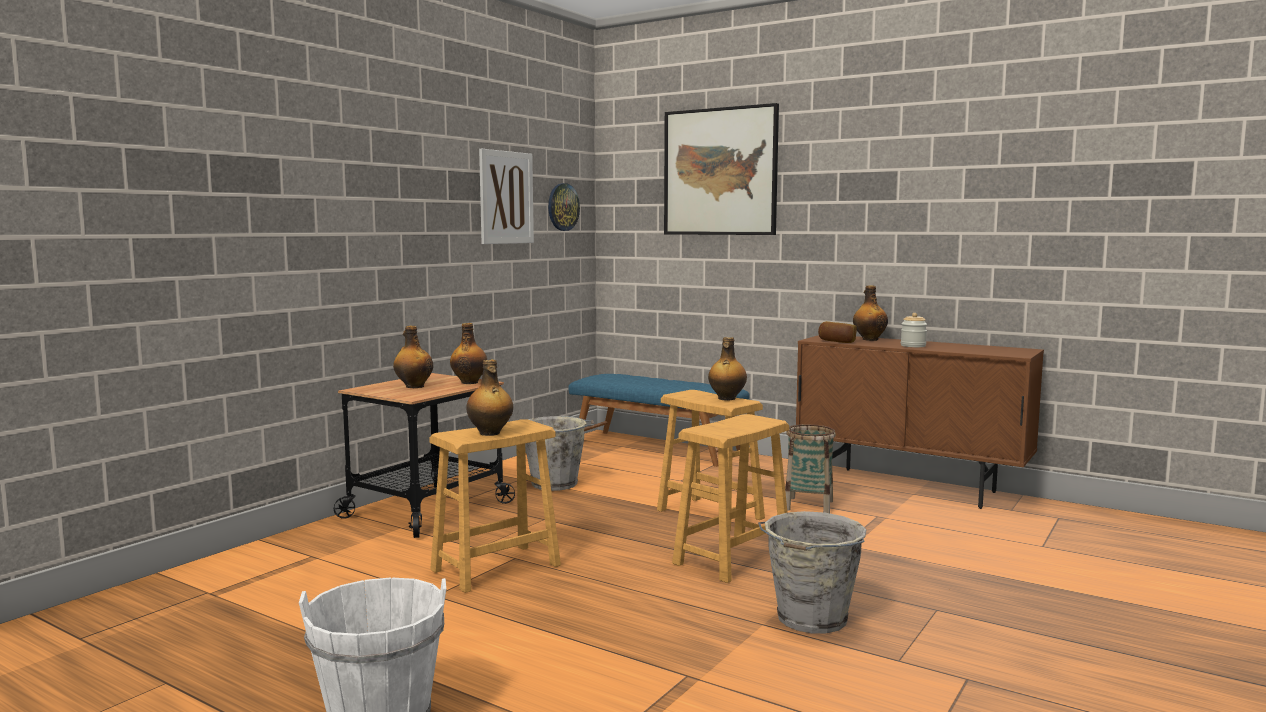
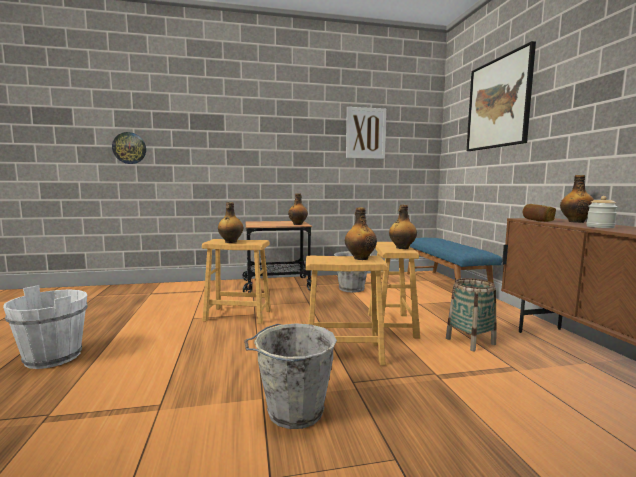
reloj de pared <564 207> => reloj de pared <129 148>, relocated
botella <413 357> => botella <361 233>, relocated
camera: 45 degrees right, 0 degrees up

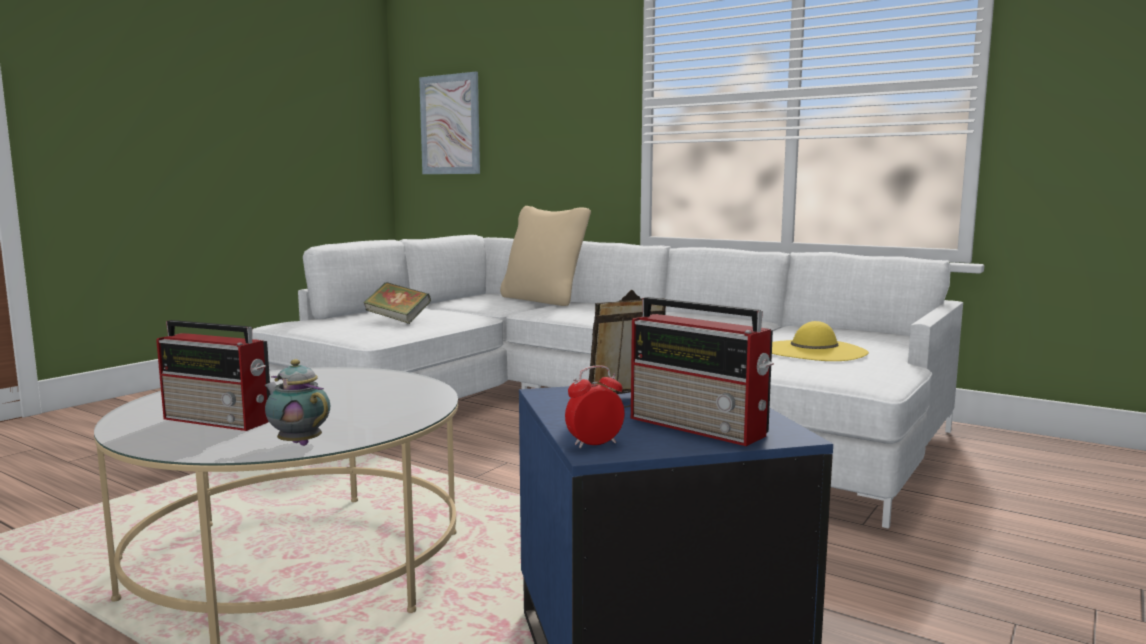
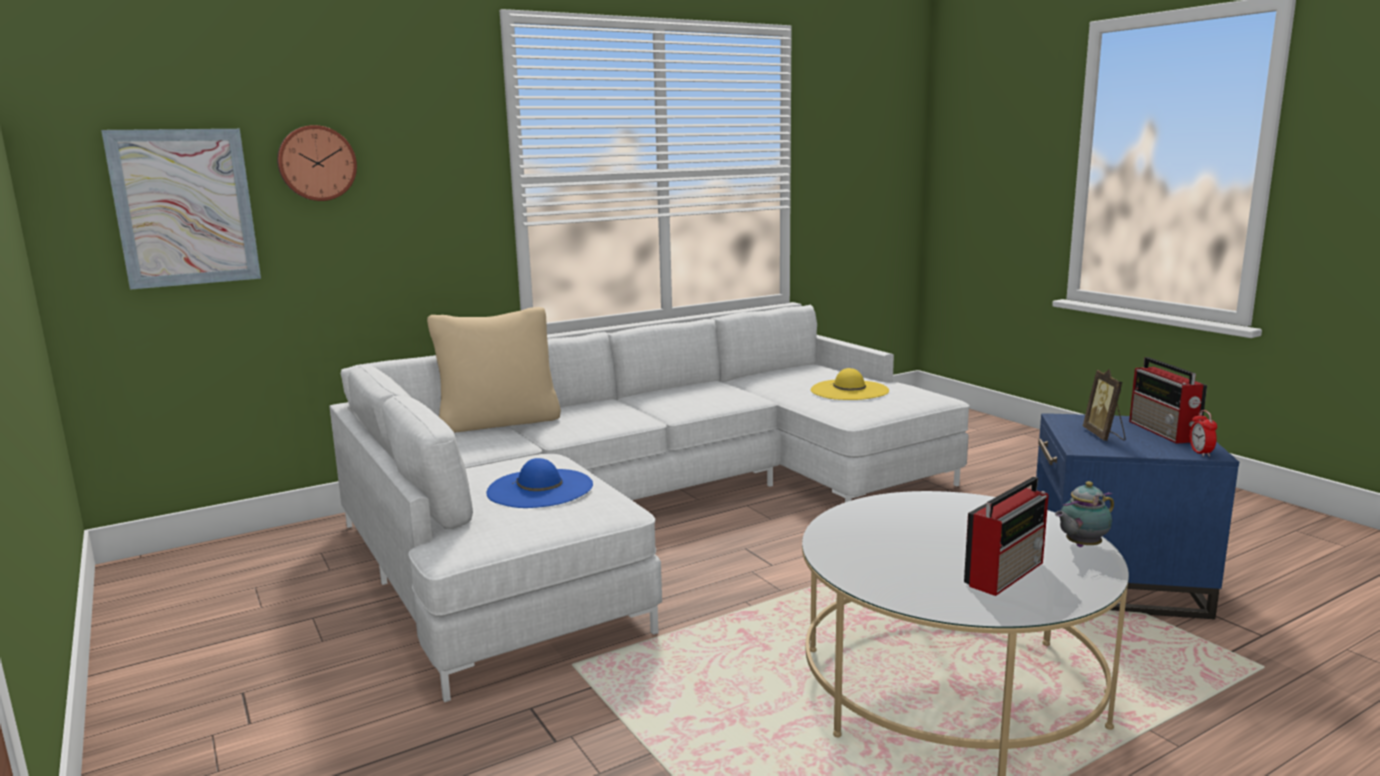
nothing => reloj de pared <317 163>
libro <397 303> => sombrero [azul] <539 483>
radio <702 371> => radio <1168 400>, 105 degrees clockwise
camera: 65 degrees left, 5 degrees up

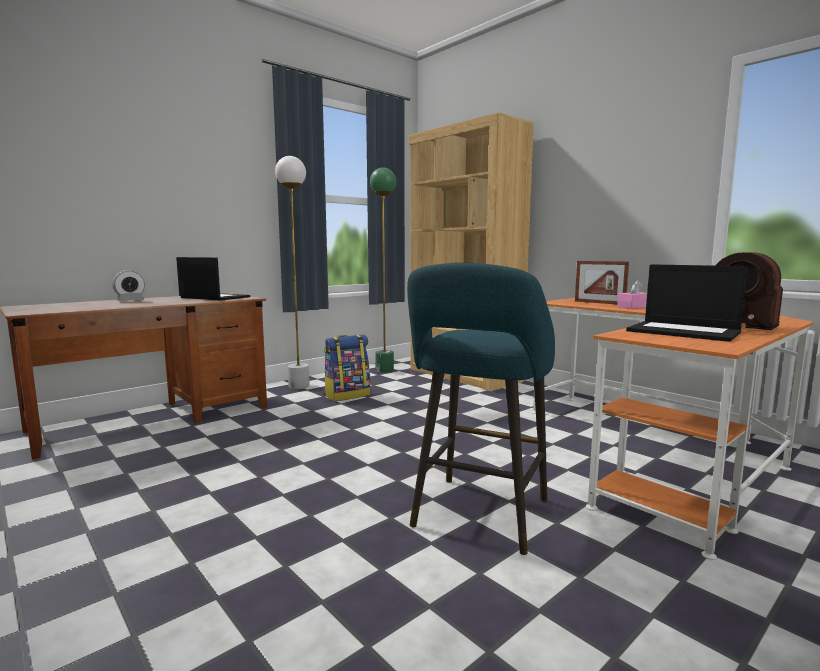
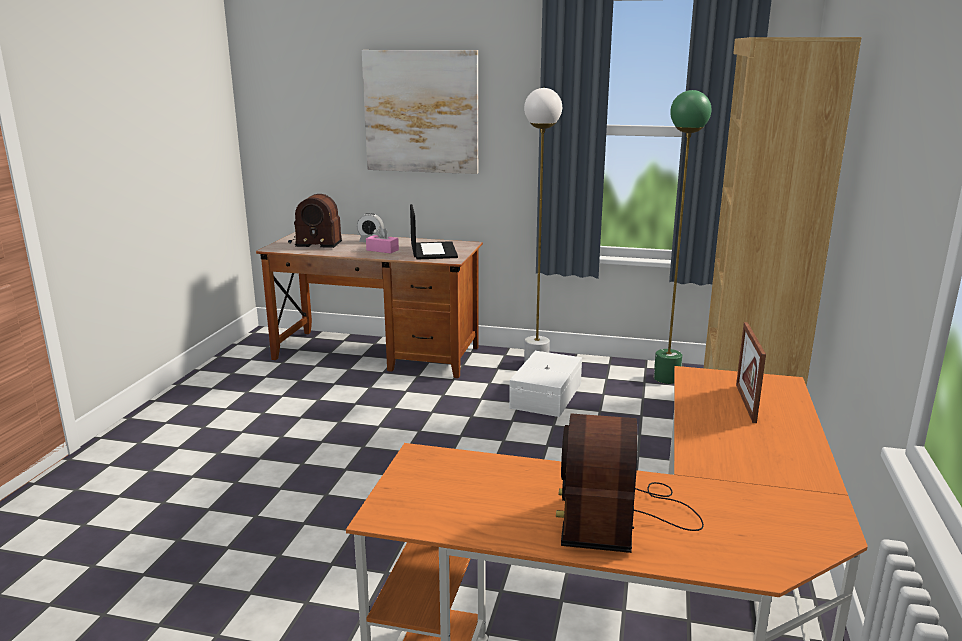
nothing => radio <315 221>
nothing => cuadro <420 112>
caja de pañuelos [rosa] <632 294> => caja de pañuelos [rosa] <382 239>, relocated
mochila <347 368> => caja de almacenaje [blanco] <545 384>
taburete [turquesa] <481 409> => nothing
portátil <687 303> => nothing
camera: 55 degrees right, 10 degrees up

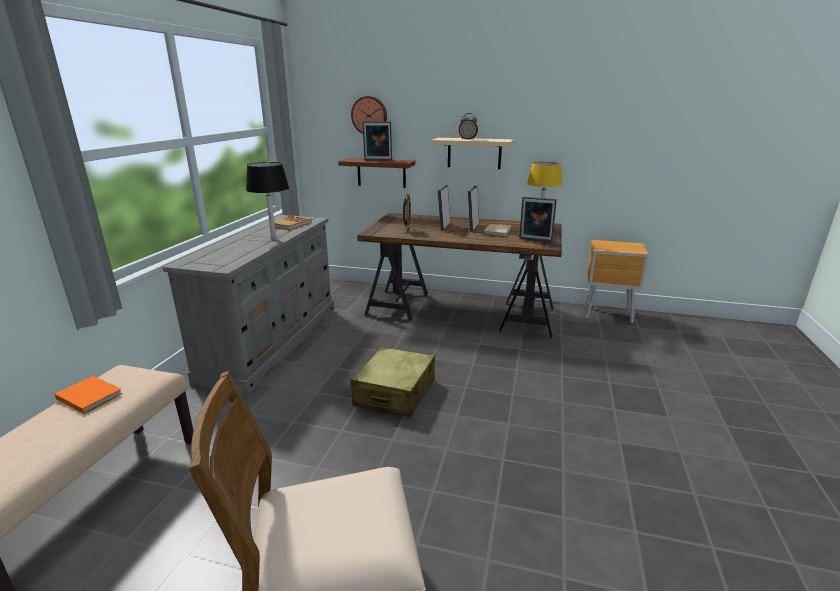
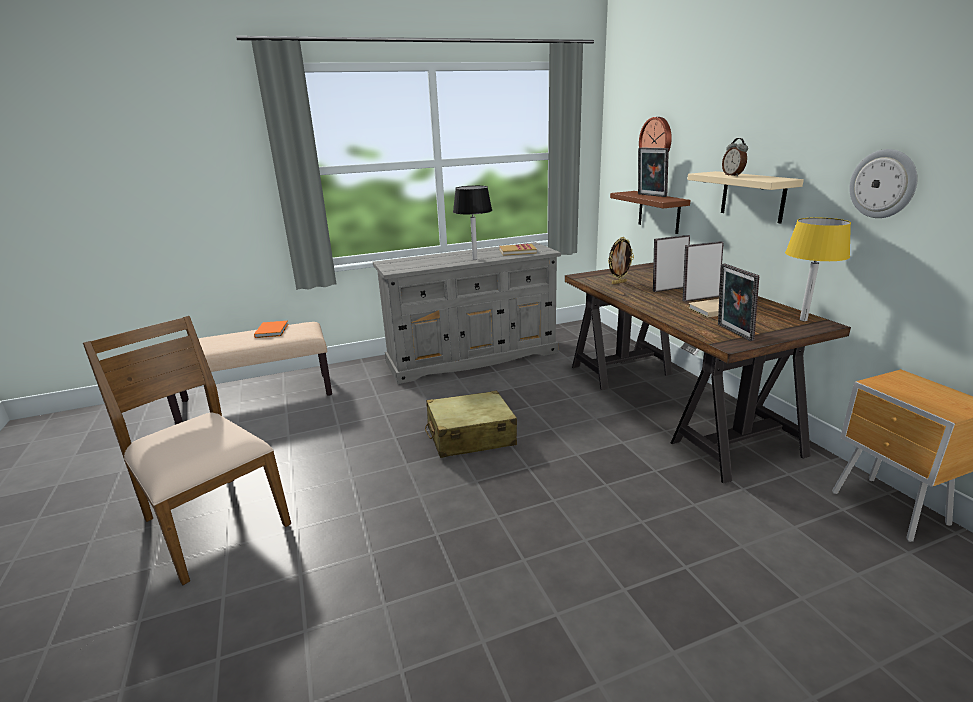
nothing => reloj de pared <883 183>
camera: 55 degrees right, 0 degrees up

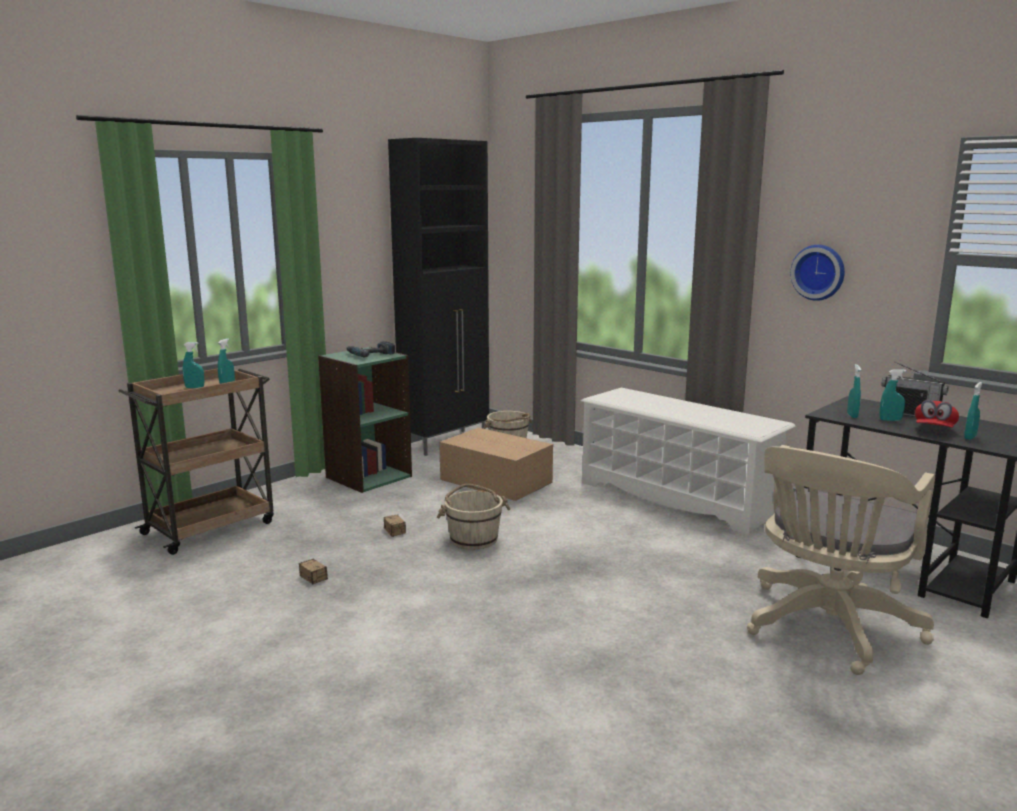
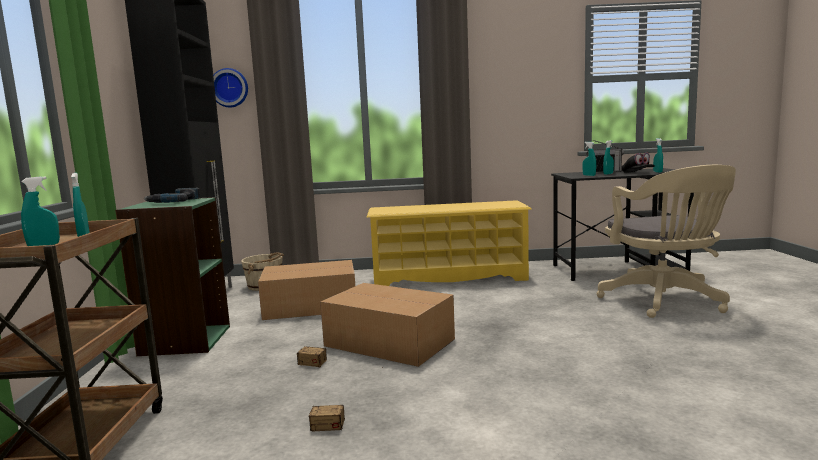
reloj de pared <817 273> => reloj de pared <230 87>, relocated
cubo [beis] <473 517> => caja de cartón <387 325>
zapatero [blanco] <688 462> => zapatero [amarillo] <449 243>
gorra [rojo] <937 414> => gorra [negro] <638 162>
camera: 45 degrees left, 5 degrees down

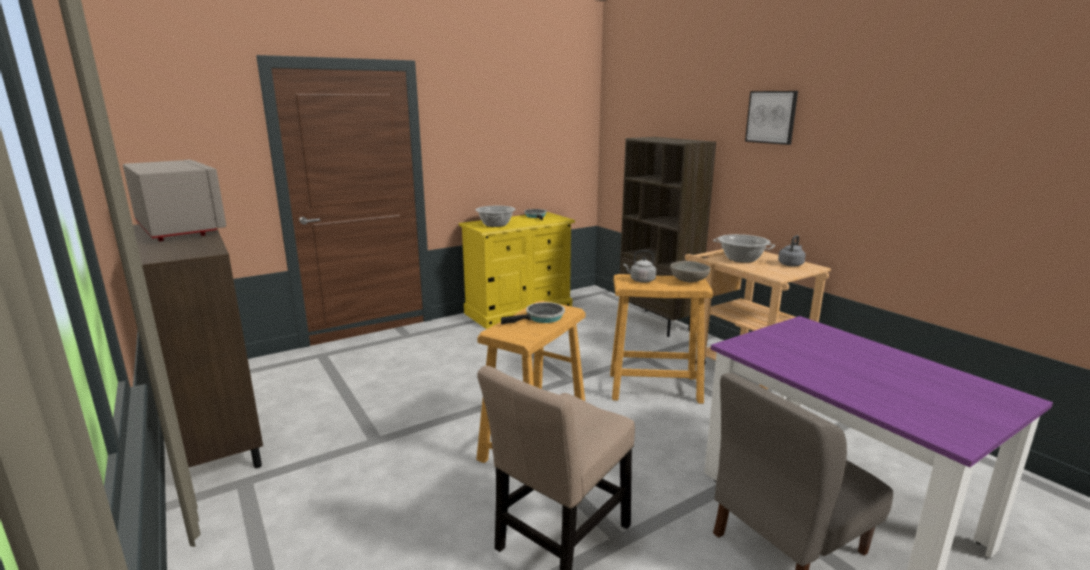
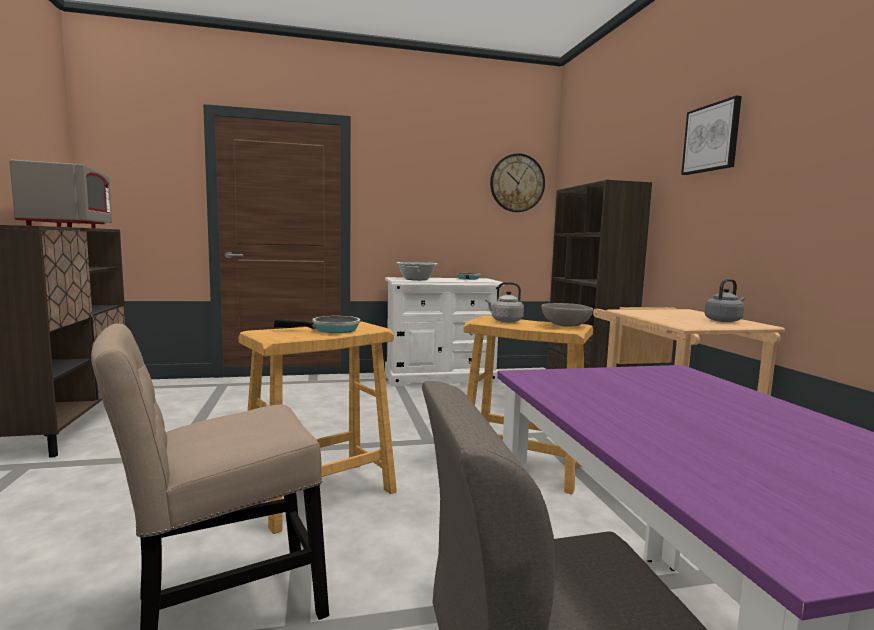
cómoda [amarillo] <517 270> => cómoda [blanco] <444 332>
nothing => reloj de pared <517 182>
olla <744 248> => nothing
camera: 20 degrees right, 10 degrees down

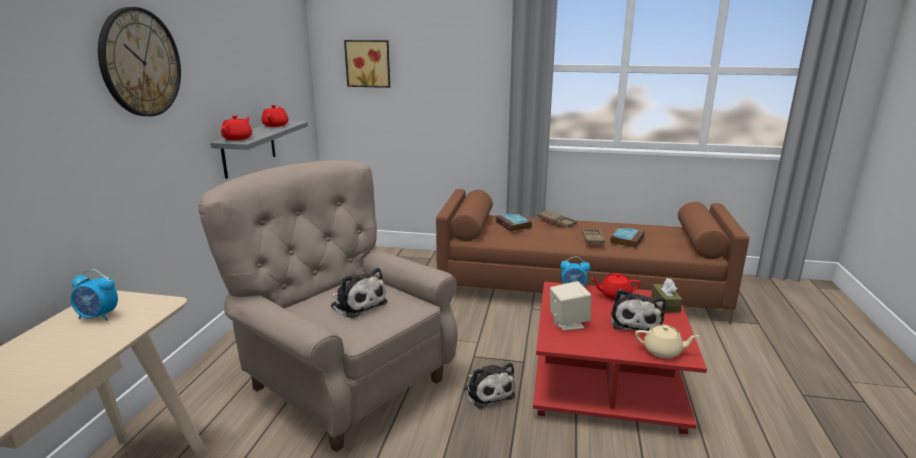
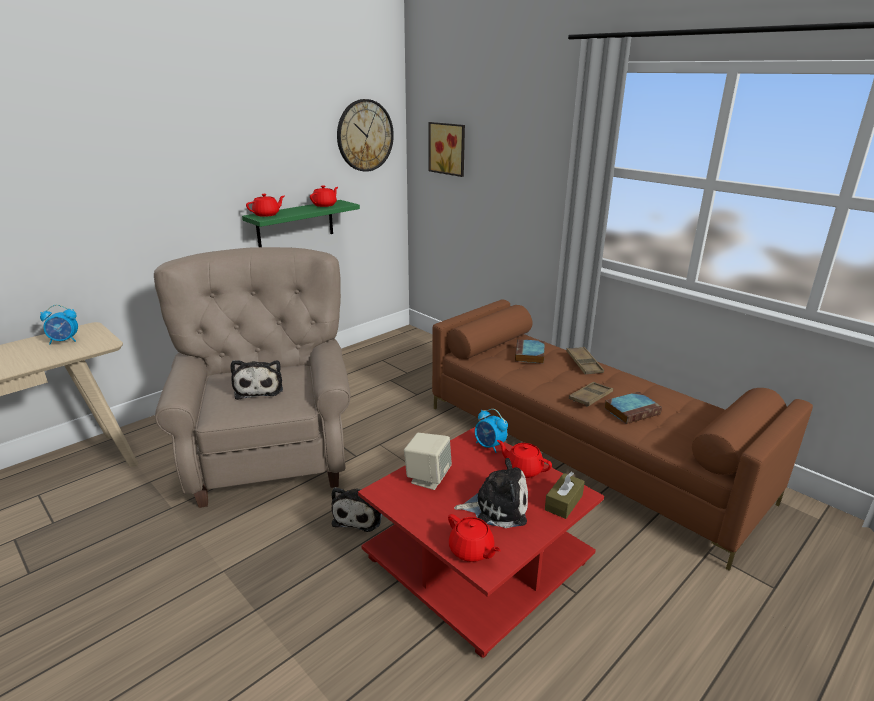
despertador <94 295> => despertador <59 324>, 60 degrees counterclockwise
estante [gris] <259 150> => estante [verde] <301 223>
reloj de pared <139 61> => reloj de pared <365 135>, relocated
tetera [beis] <667 341> => tetera [rojo] <474 538>
peluche <638 310> => peluche <491 493>, 135 degrees counterclockwise
camera: 35 degrees right, 5 degrees up

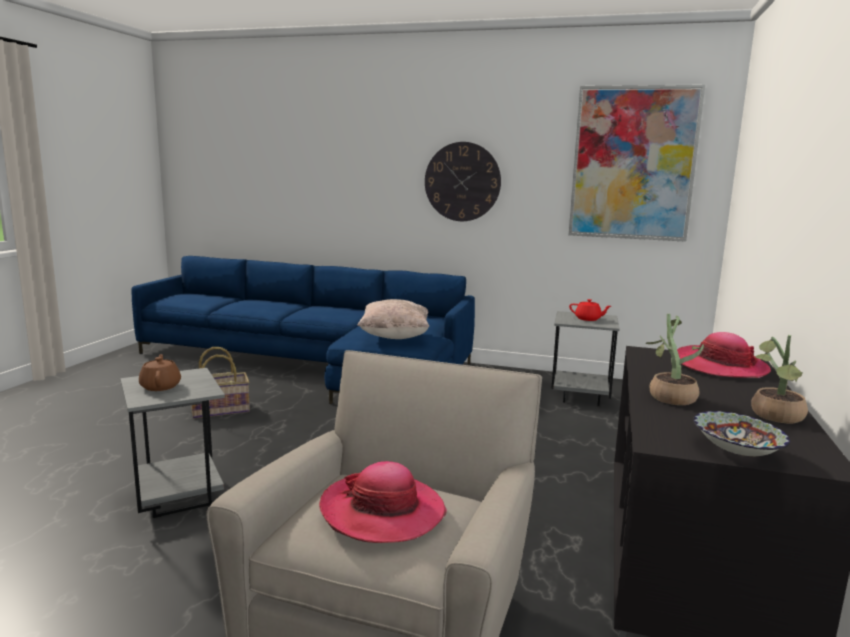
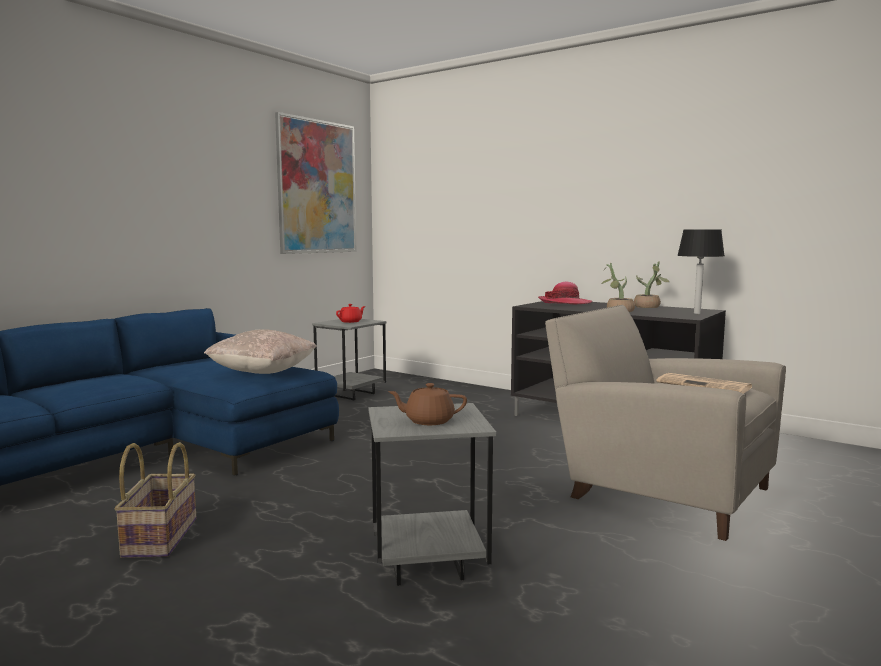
sombrero <383 502> => periódico <704 383>
cuenco <741 433> => lámpara de mesa <700 271>
reloj de pared <463 181> => nothing
camera: 70 degrees left, 5 degrees down

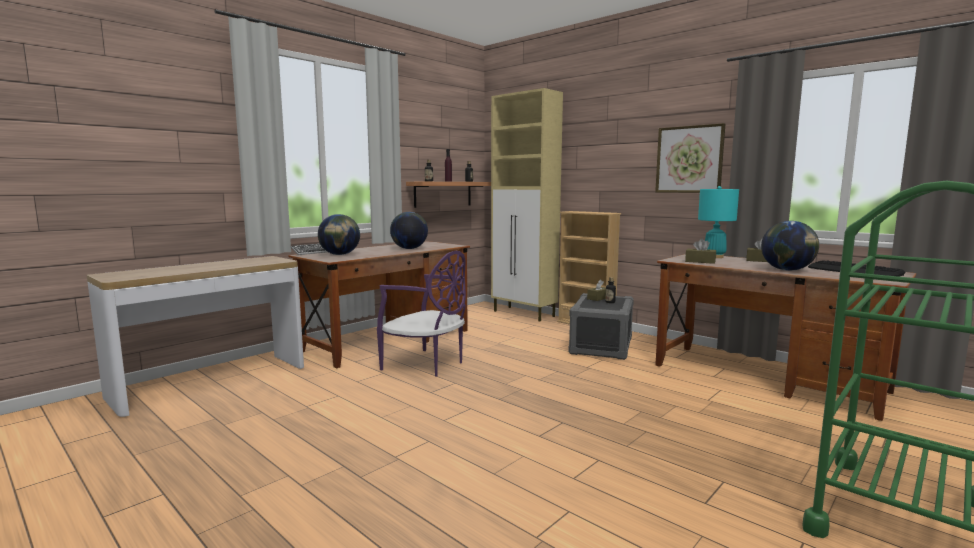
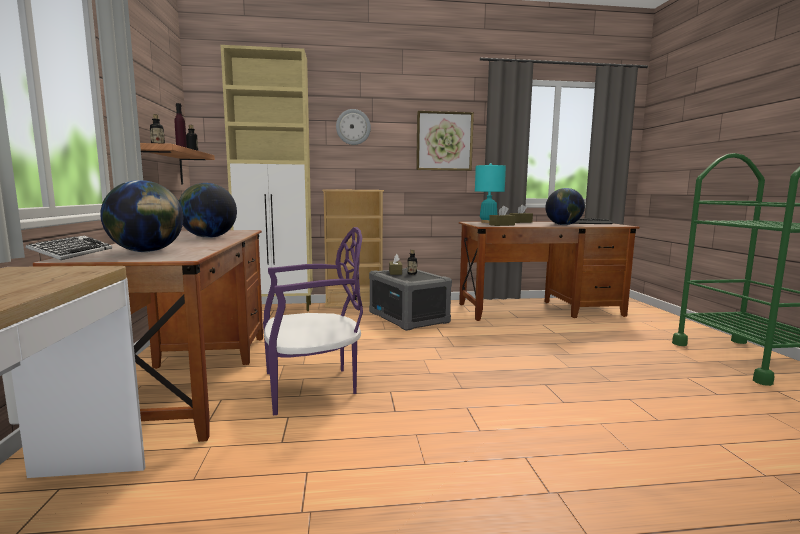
nothing => reloj de pared <353 127>
camera: 50 degrees left, 0 degrees up

